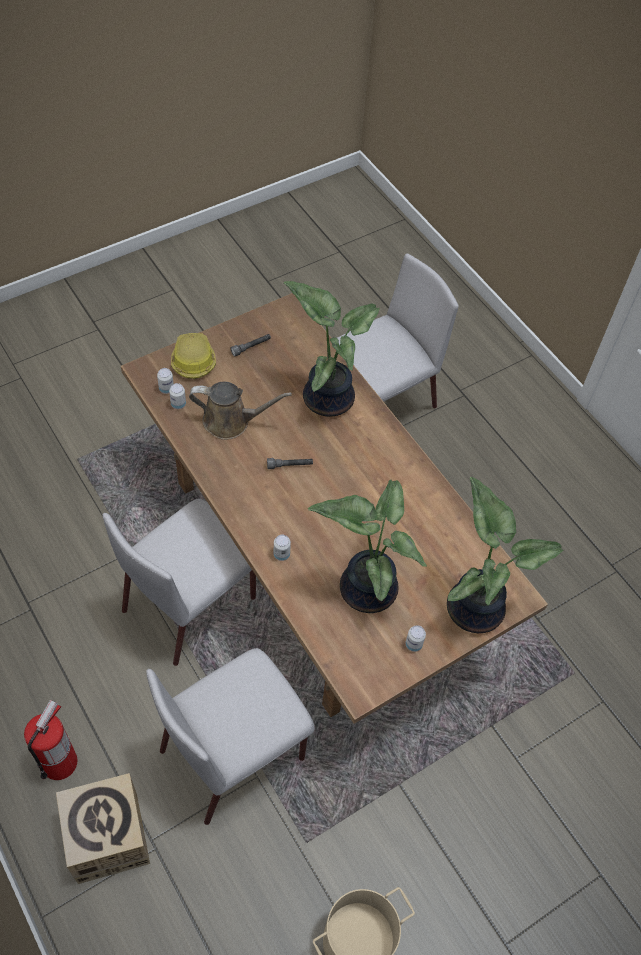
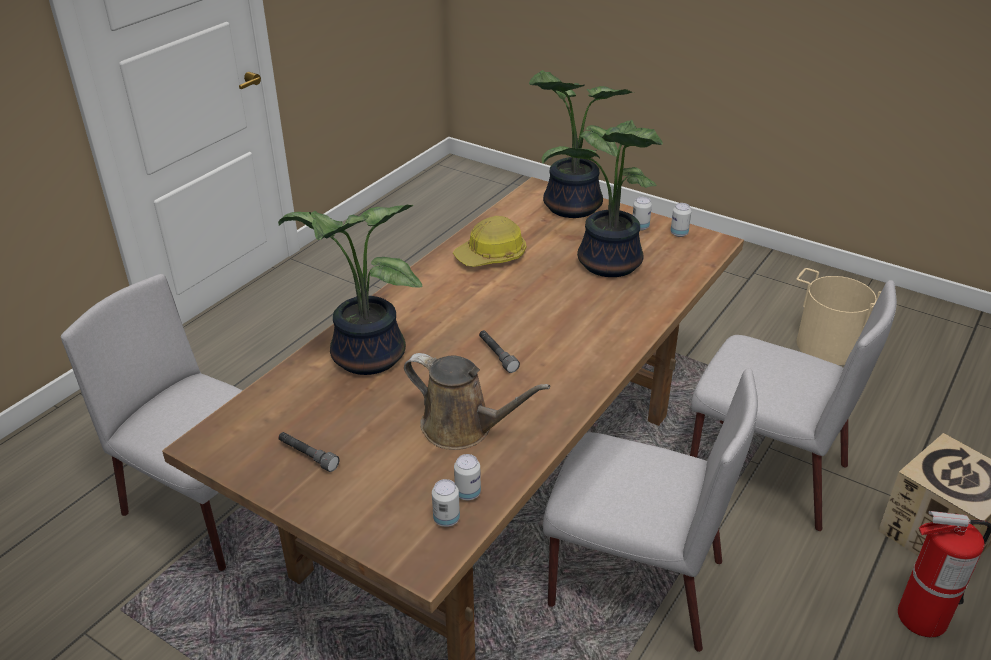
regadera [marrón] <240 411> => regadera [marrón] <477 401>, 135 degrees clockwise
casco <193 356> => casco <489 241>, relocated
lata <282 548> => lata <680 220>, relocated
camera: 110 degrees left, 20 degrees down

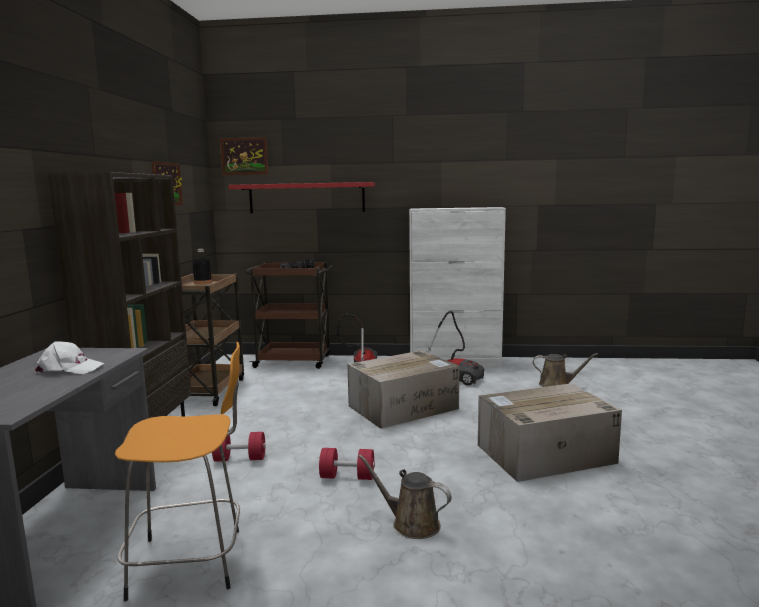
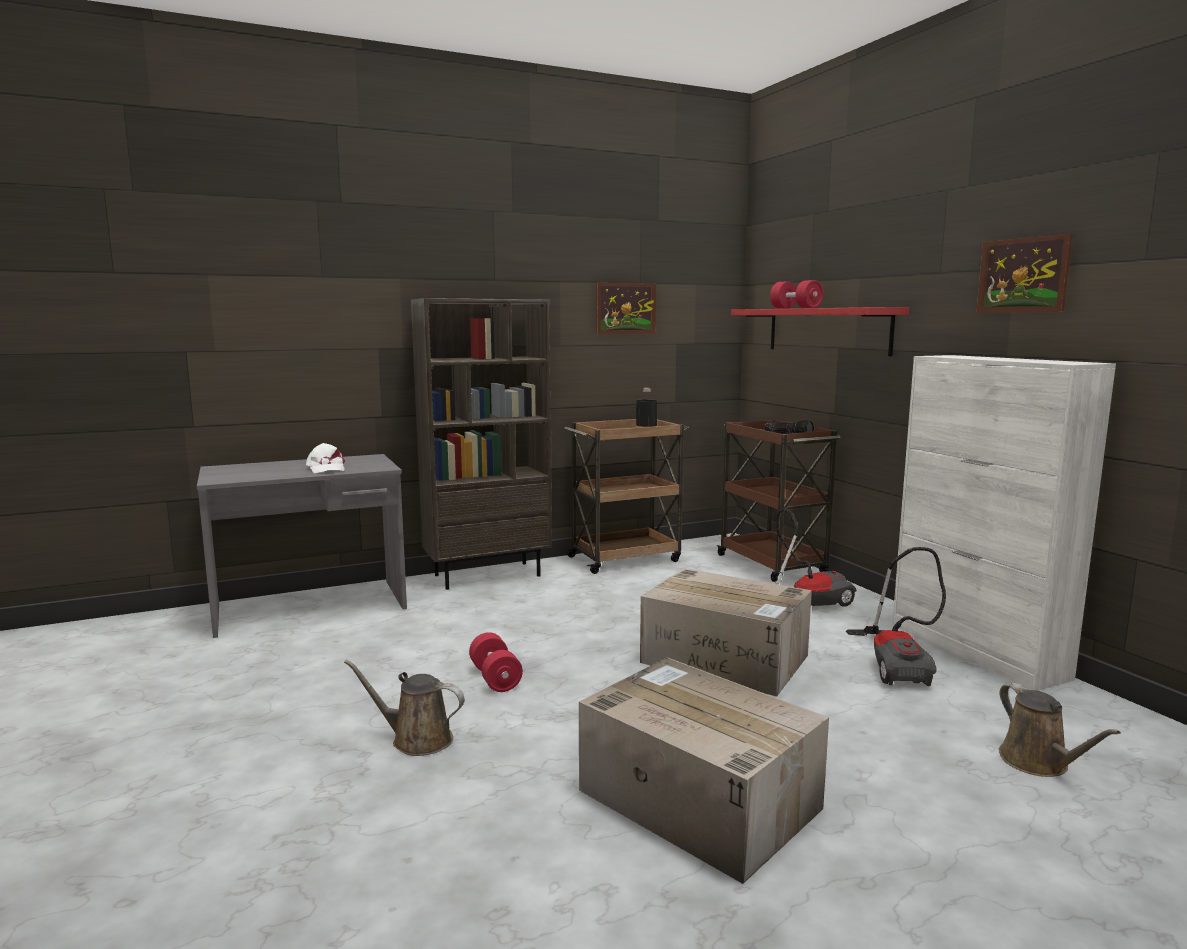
regadera [marrón] <405 496> => regadera [marrón] <404 708>, 75 degrees counterclockwise
mancuerna [rojo] <239 447> => mancuerna [rojo] <797 294>, relocated
cuadro <244 156> => cuadro <1024 273>, relocated
taburete [naranja] <177 471> => nothing
camera: 60 degrees right, 0 degrees up

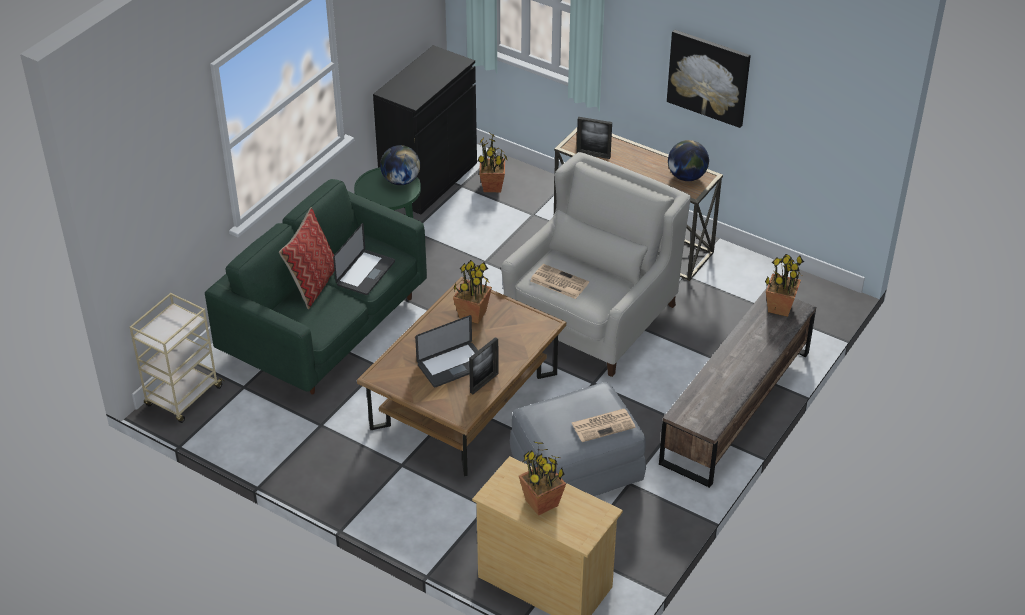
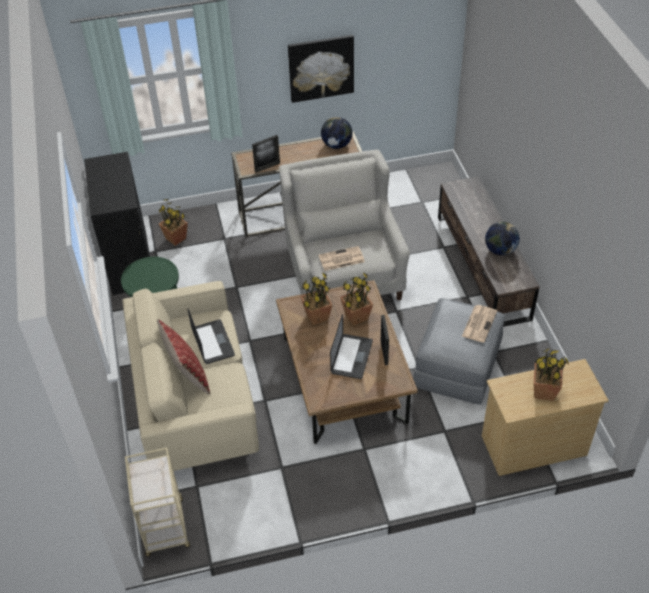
sofá [verde] <316 286> => sofá [beis] <190 376>
planta en maceta <784 285> => planta en maceta <356 299>, relocated
globo terráqueo <400 165> => globo terráqueo <502 239>, relocated
camera: 45 degrees left, 5 degrees up

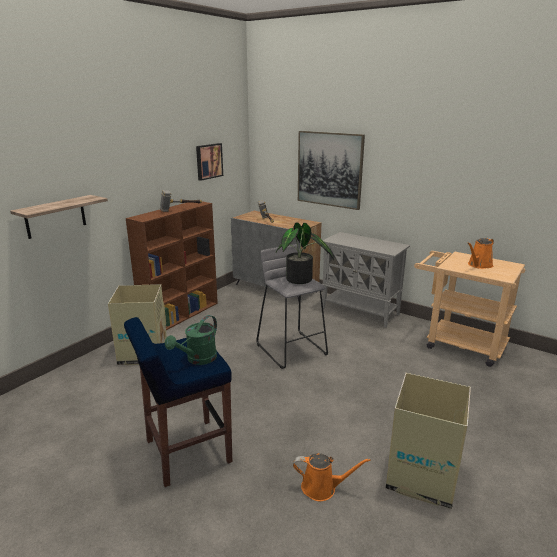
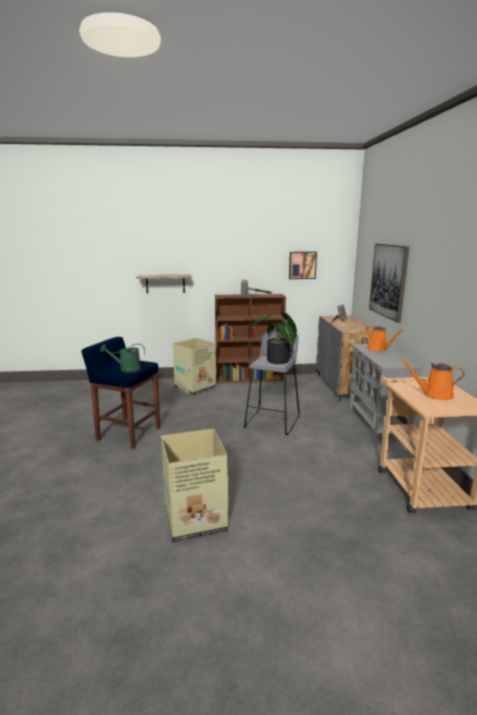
regadera [naranja] <332 477> => regadera [naranja] <385 339>, relocated
camera: 50 degrees right, 5 degrees down

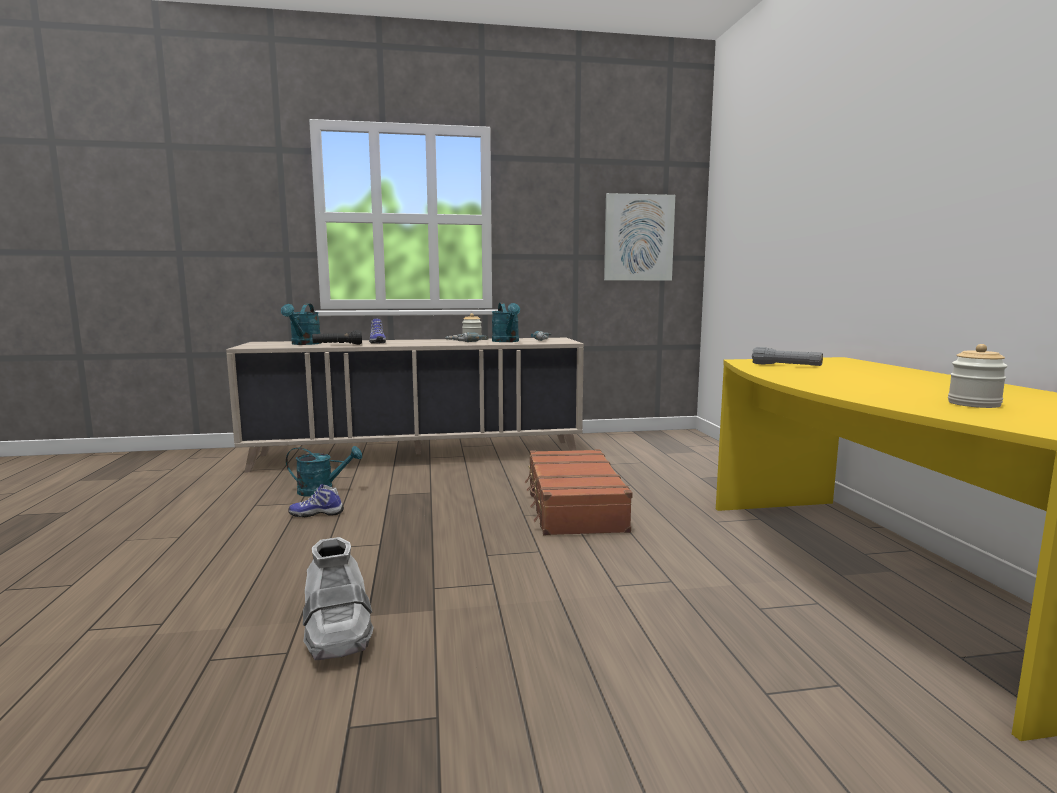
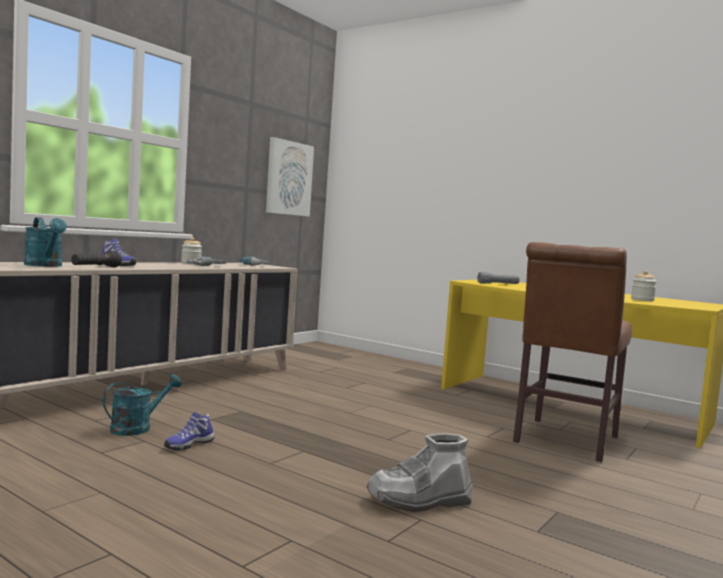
bota [gris] <338 598> => bota [gris] <420 472>, 135 degrees clockwise
nothing => silla [marrón] <572 352>
regadera [turquesa] <506 322> => nothing
maleta [marrón] <579 492> => nothing
camera: 45 degrees left, 5 degrees down

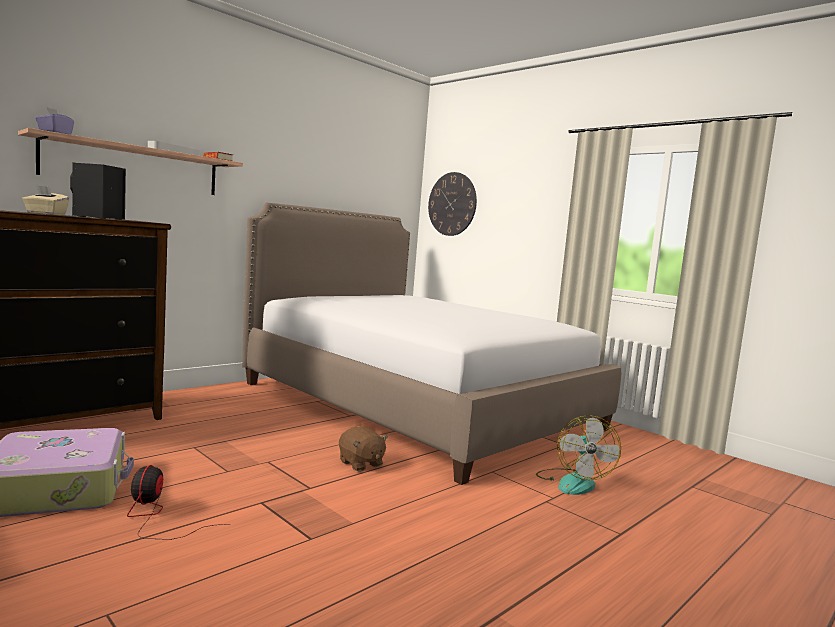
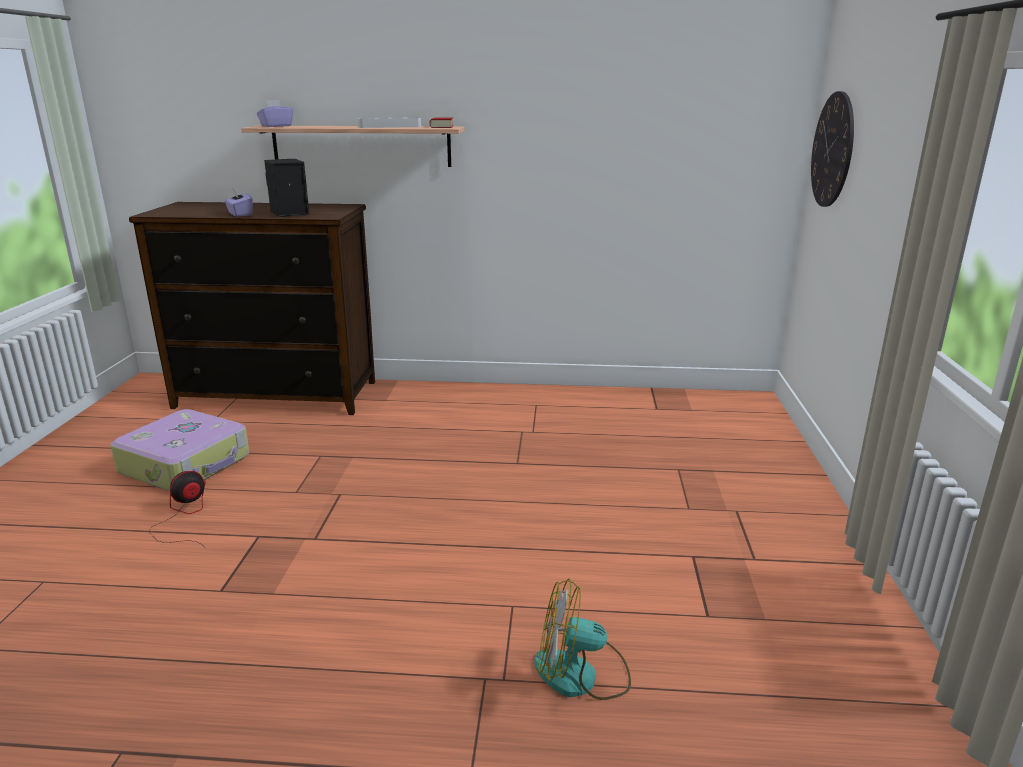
caja de pañuelos [beis] <45 200> => caja de pañuelos [morado] <238 203>
ventilador <578 455> => ventilador <582 639>, 45 degrees clockwise
cama <431 344> => nothing
peluche [marrón] <363 448> => nothing
camera: 50 degrees right, 15 degrees up

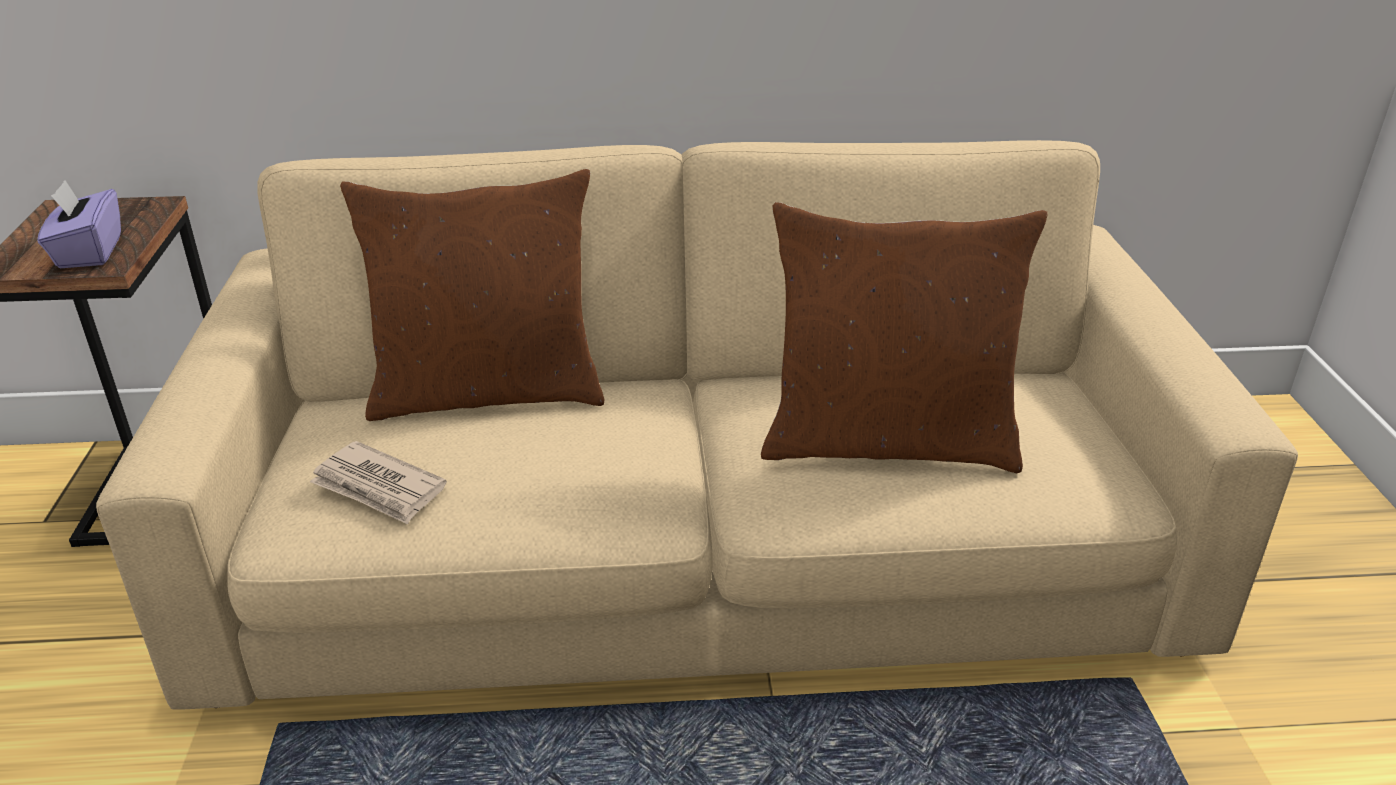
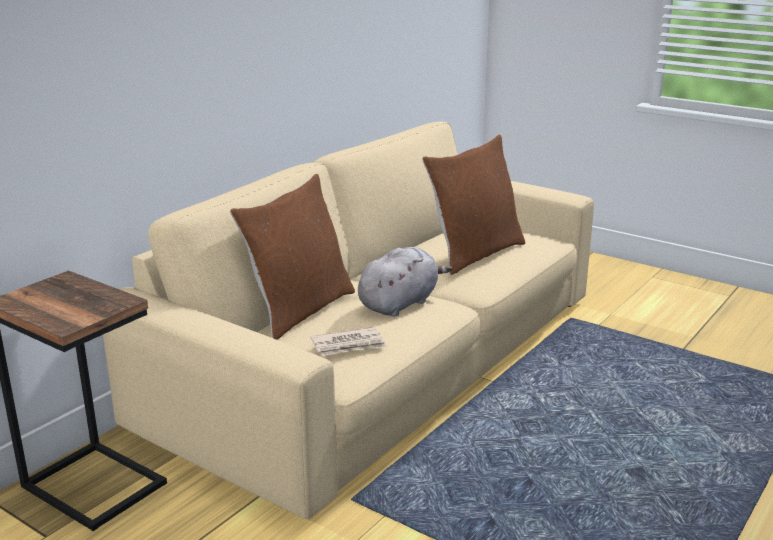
nothing => peluche [gris] <405 281>
caja de pañuelos [morado] <79 224> => nothing
camera: 50 degrees left, 10 degrees down

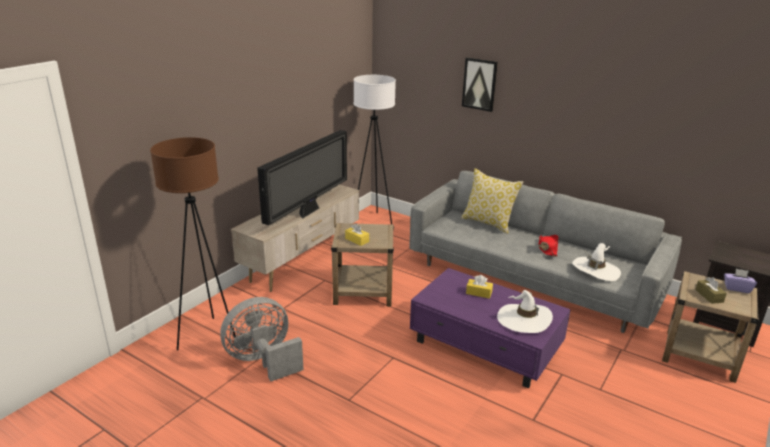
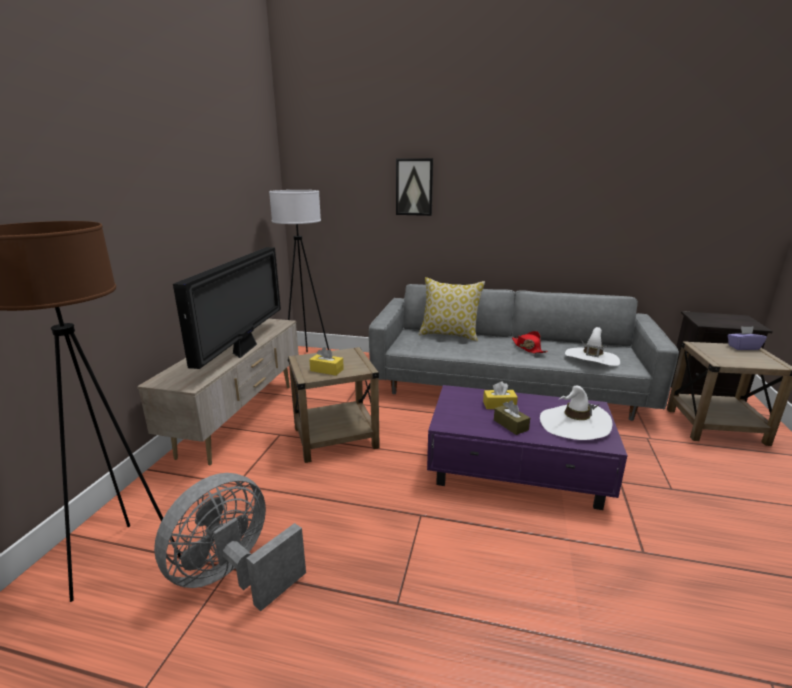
caja de pañuelos [marrón] <711 290> => caja de pañuelos [marrón] <512 418>, relocated
camera: 20 degrees left, 5 degrees down

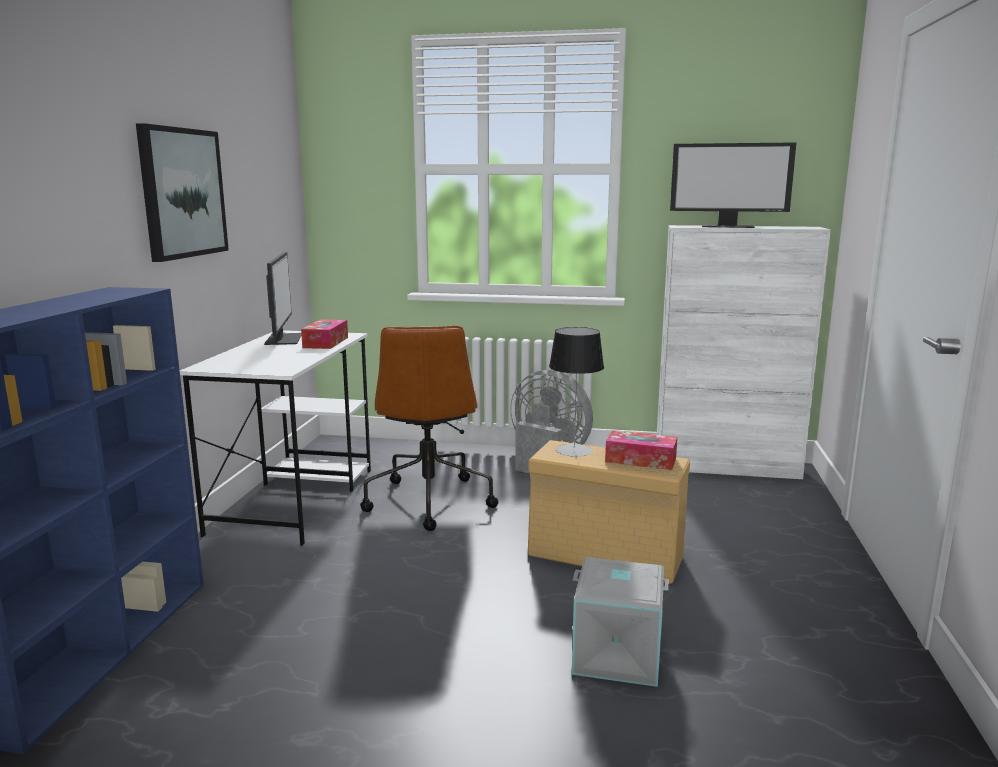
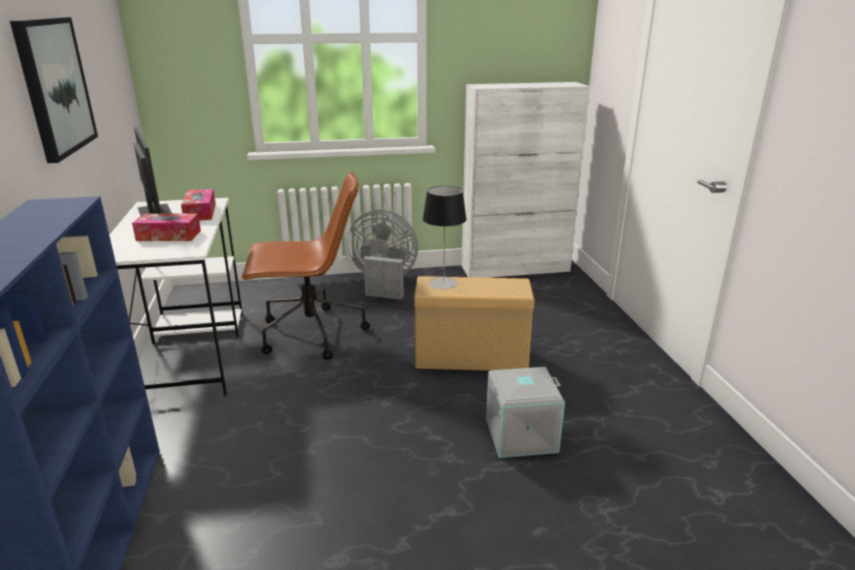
caja de pañuelos <641 450> => caja de pañuelos <166 227>, relocated
silla de oficina [marrón] <429 428> => silla de oficina [marrón] <306 266>, 75 degrees counterclockwise
monitor <733 185> => nothing
camera: 20 degrees left, 10 degrees up

